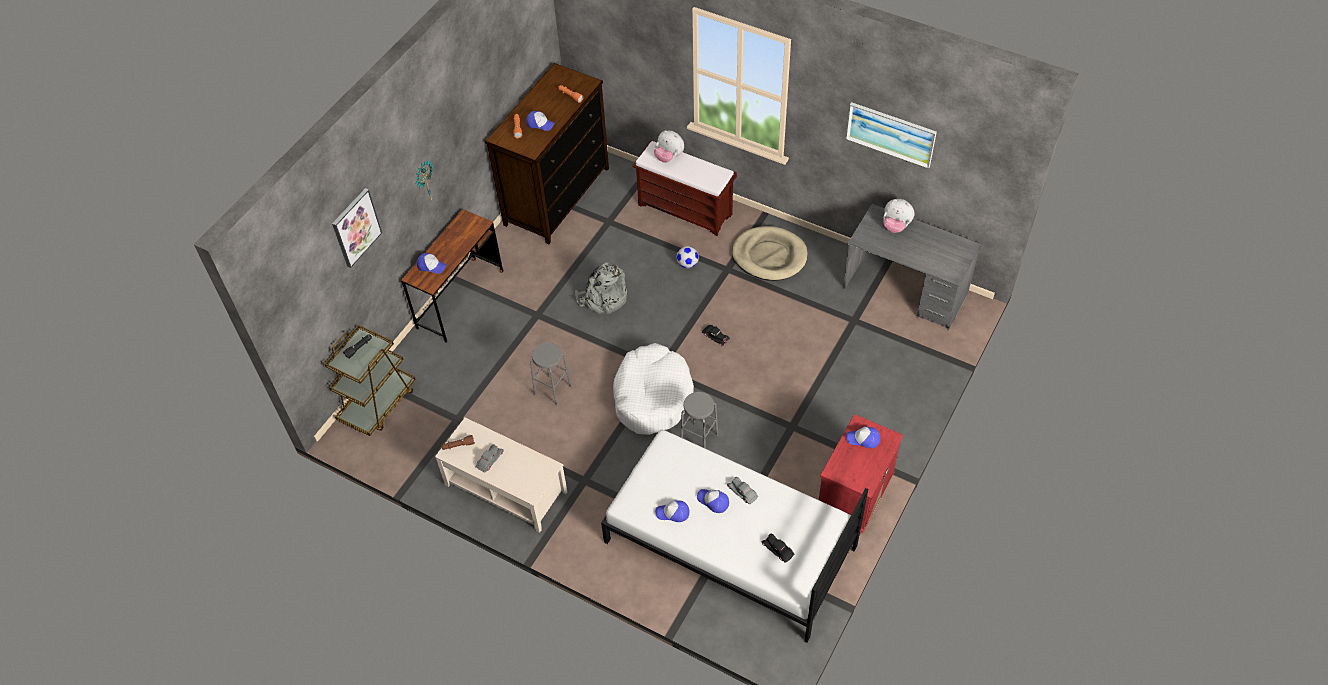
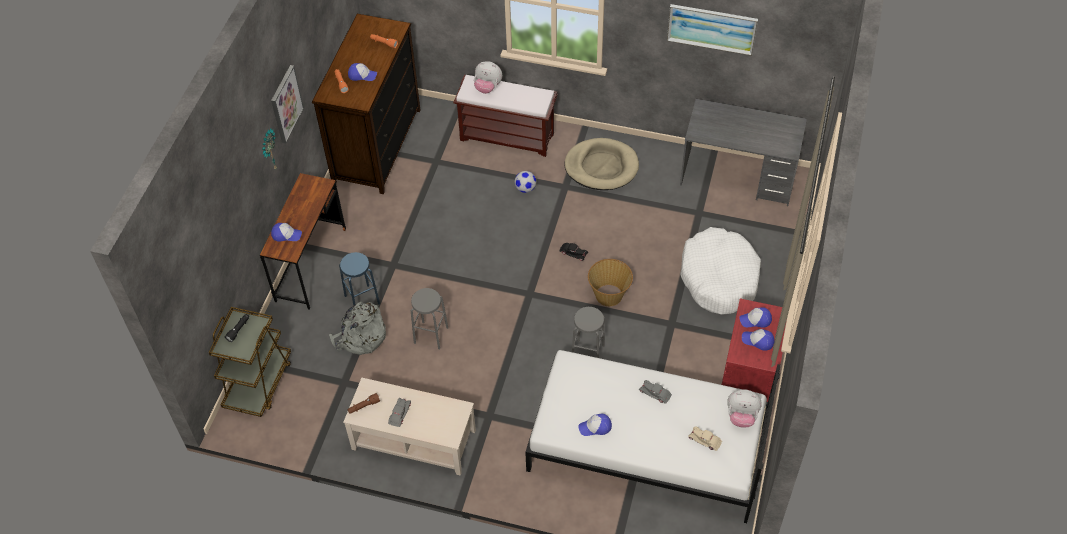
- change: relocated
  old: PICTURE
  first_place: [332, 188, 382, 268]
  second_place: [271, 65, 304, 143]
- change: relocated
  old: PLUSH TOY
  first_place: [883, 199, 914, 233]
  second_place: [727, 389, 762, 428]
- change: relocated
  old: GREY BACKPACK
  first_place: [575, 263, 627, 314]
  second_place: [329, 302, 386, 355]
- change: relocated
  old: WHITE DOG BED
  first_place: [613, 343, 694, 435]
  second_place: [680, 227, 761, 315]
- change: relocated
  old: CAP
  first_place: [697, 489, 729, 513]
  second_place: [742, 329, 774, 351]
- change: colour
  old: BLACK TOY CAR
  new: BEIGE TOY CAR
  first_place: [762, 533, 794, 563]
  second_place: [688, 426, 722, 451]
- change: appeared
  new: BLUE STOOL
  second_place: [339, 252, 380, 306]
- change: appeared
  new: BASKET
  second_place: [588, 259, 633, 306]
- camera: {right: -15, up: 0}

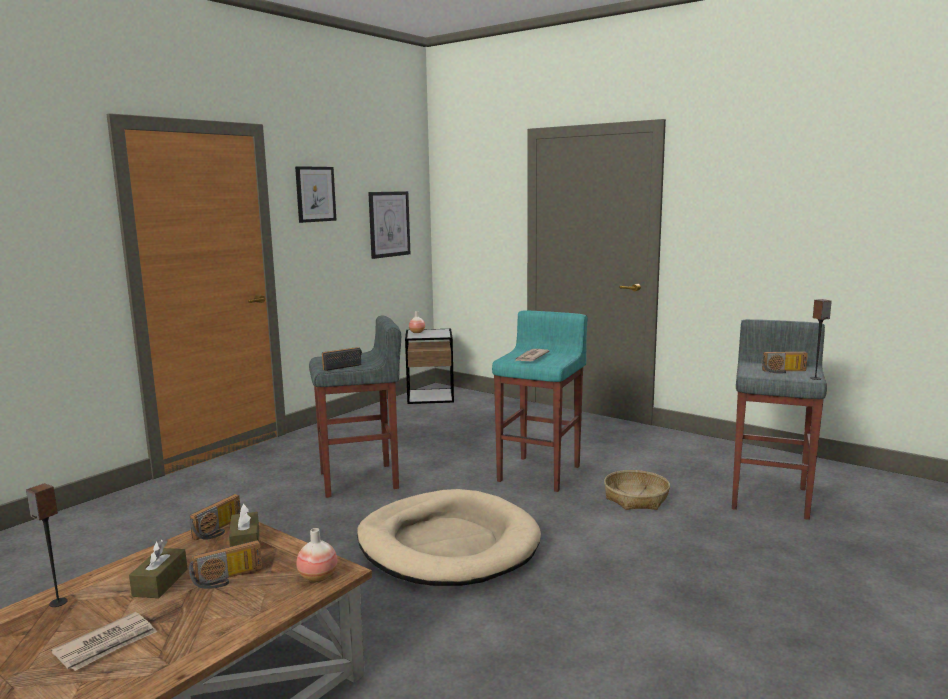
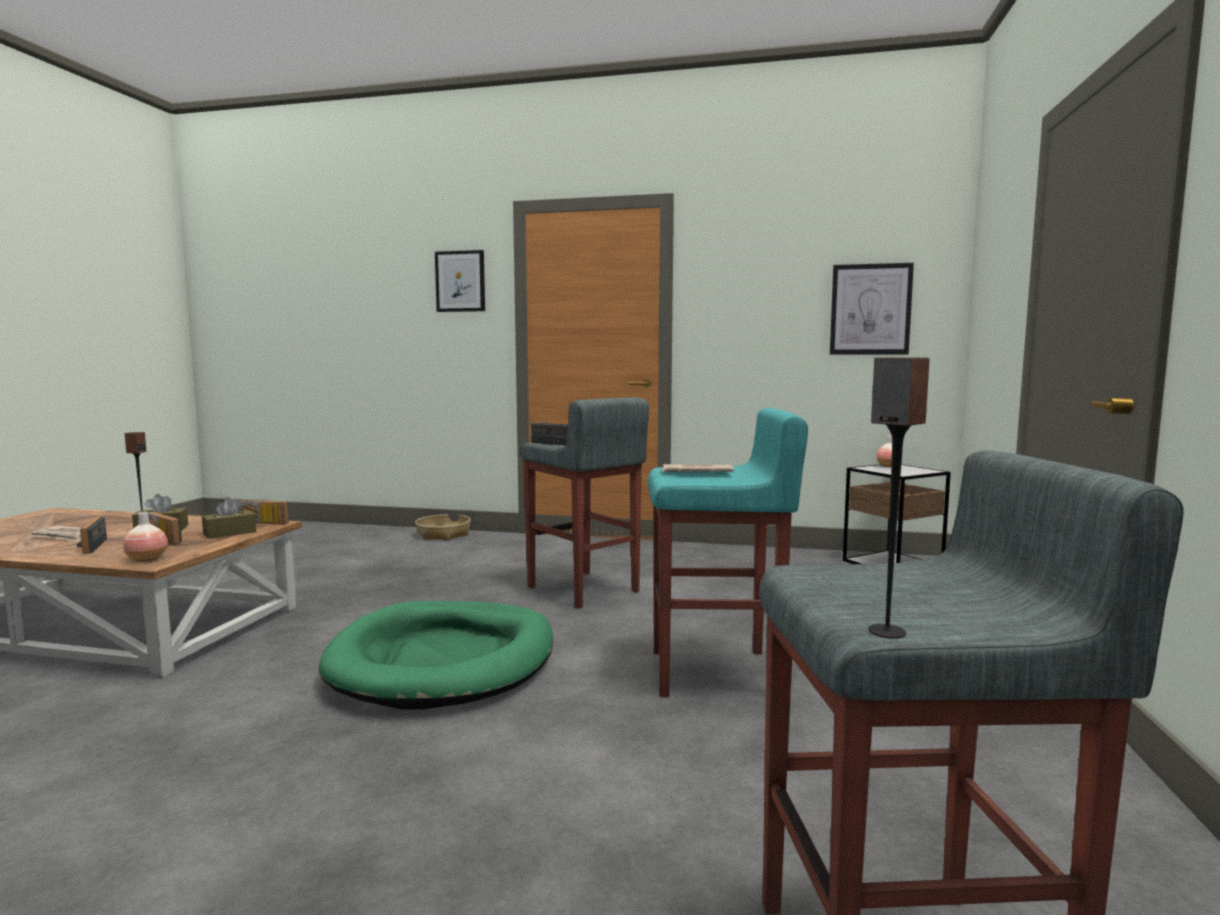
- change: relocated
  old: PICTURE
  first_place: [295, 166, 337, 223]
  second_place: [435, 250, 485, 312]
- change: relocated
  old: RADIO
  first_place: [761, 352, 808, 374]
  second_place: [77, 516, 107, 554]
- change: relocated
  old: BASKET
  first_place: [604, 470, 670, 510]
  second_place: [415, 514, 471, 540]
- change: colour
  old: BEIGE DOG BED
  new: GREEN DOG BED
  first_place: [357, 489, 541, 586]
  second_place: [319, 601, 553, 710]
- camera: {right: 65, up: -5}

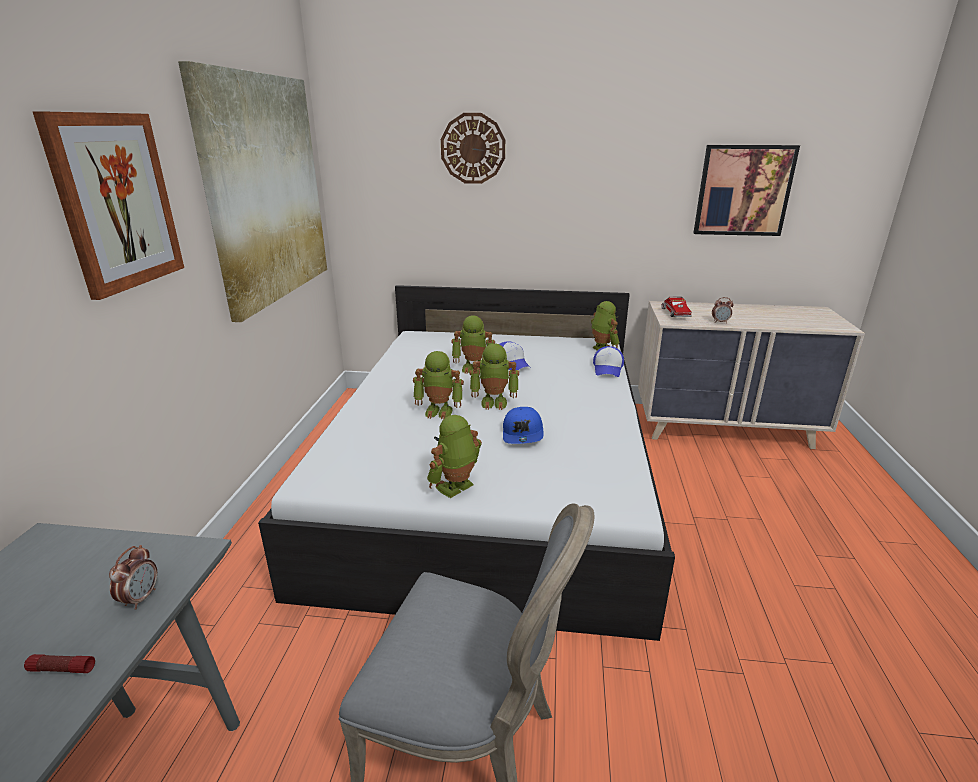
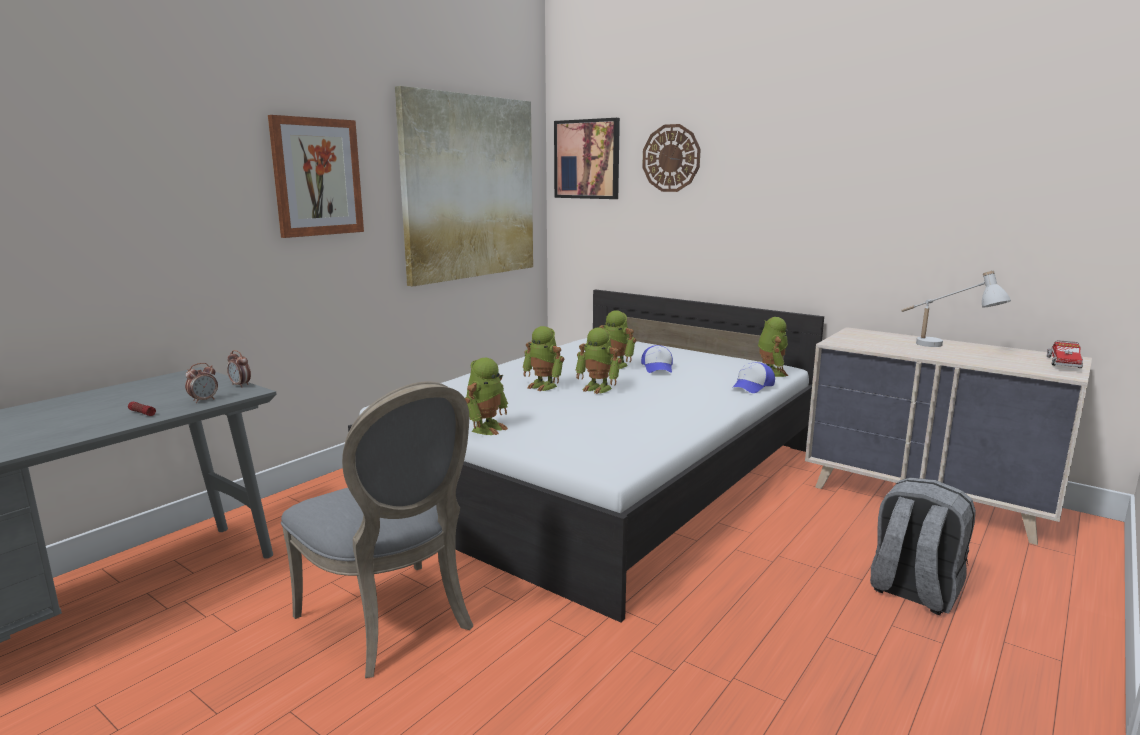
- change: relocated
  old: PICTURE
  first_place: [694, 145, 800, 236]
  second_place: [554, 118, 620, 199]
- change: relocated
  old: TOY TRUCK
  first_place: [661, 296, 692, 317]
  second_place: [1047, 340, 1083, 368]
- change: relocated
  old: ALARM CLOCK
  first_place: [712, 297, 734, 323]
  second_place: [227, 350, 251, 388]
- change: missing
  old: BLUE CAP
  first_place: [503, 407, 544, 444]
- change: spun
  old: TOY ROBOT
  first_place: [427, 415, 482, 498]
  second_place: [465, 358, 508, 435]
  degrees: 135
- change: appeared
  new: WHITE TABLE LAMP
  second_place: [901, 271, 1011, 347]
- change: appeared
  new: GREY BACKPACK
  second_place: [870, 478, 976, 615]
- camera: {right: 30, up: -10}

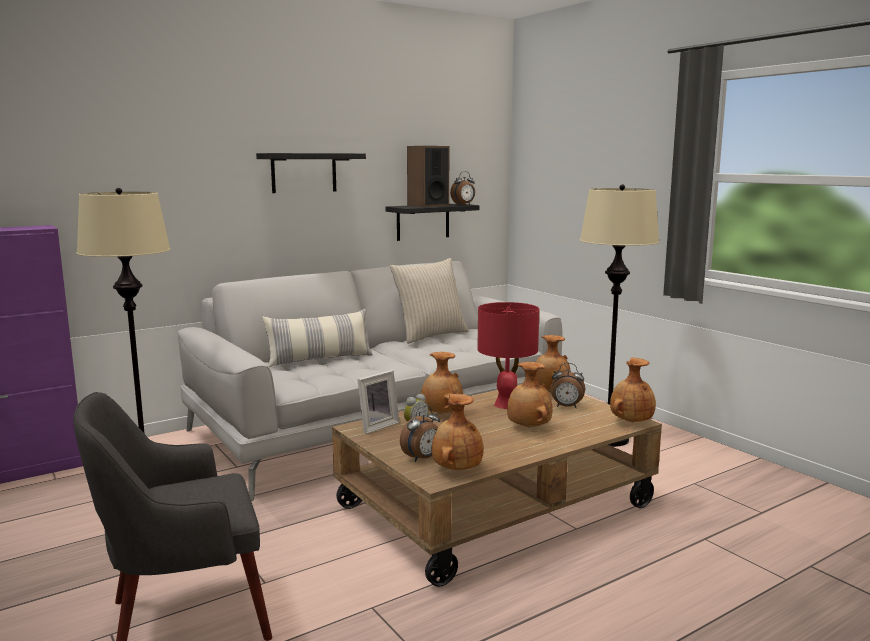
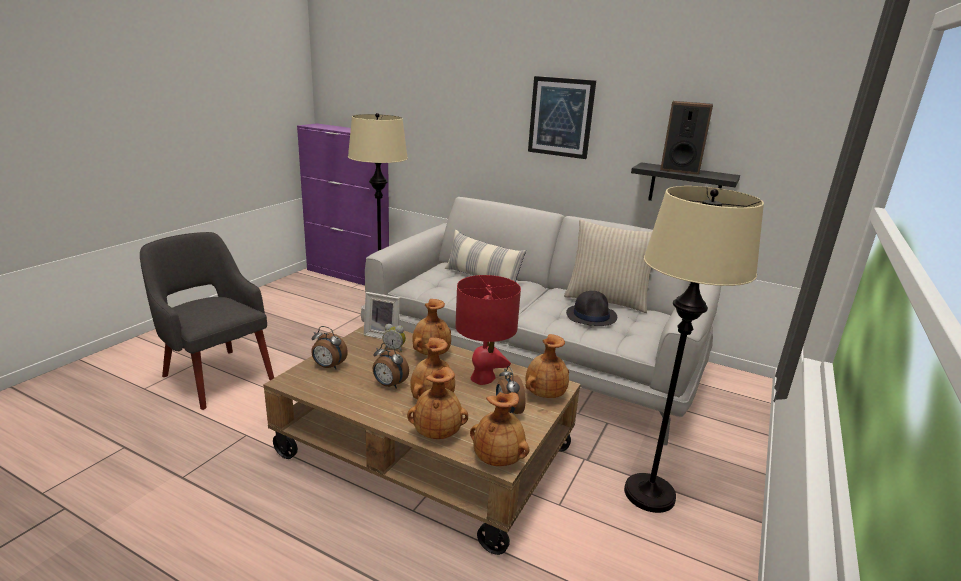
- change: exchanged
  old: BLACK SHELF
  new: PICTURE
  first_place: [256, 153, 366, 193]
  second_place: [528, 76, 596, 159]
- change: relocated
  old: ALARM CLOCK
  first_place: [450, 171, 475, 205]
  second_place: [373, 343, 409, 389]
- change: relocated
  old: BROWN VASE
  first_place: [432, 394, 483, 470]
  second_place: [407, 367, 468, 439]
- change: appeared
  new: BLACK HAT
  second_place: [566, 291, 617, 326]
- camera: {right: 60, up: 10}

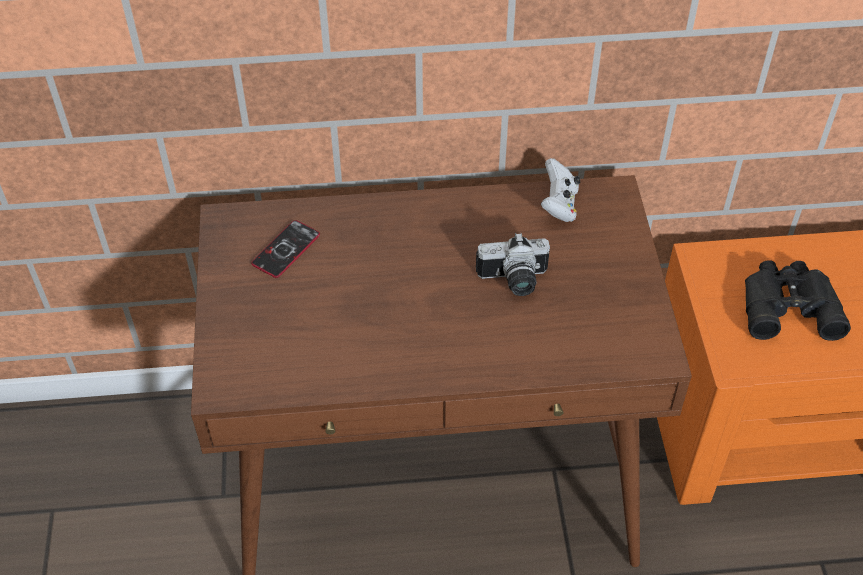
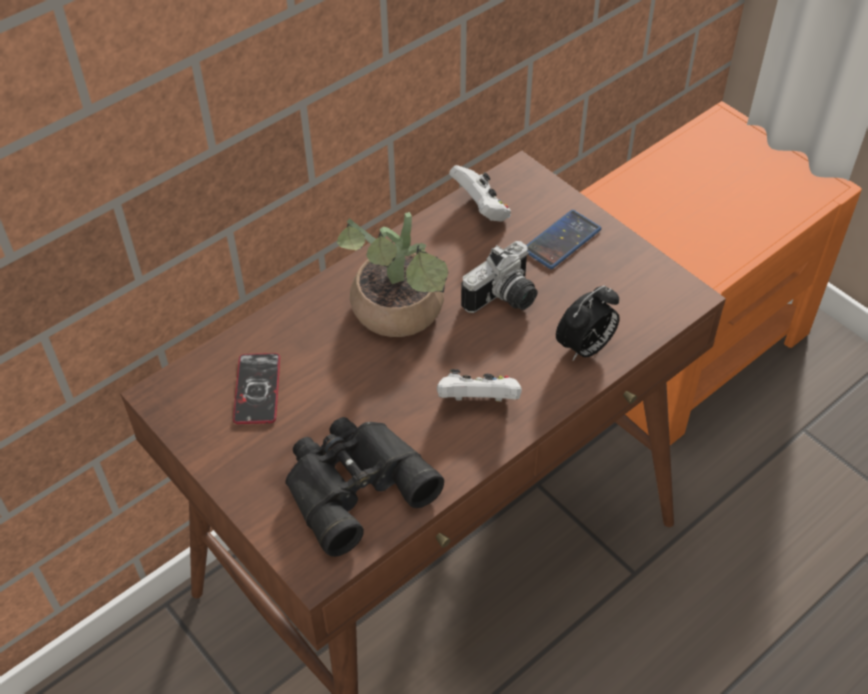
- change: relocated
  old: BLACK BINOCULARS
  first_place: [745, 260, 851, 341]
  second_place: [285, 417, 444, 557]
- change: appeared
  new: PHONE
  second_place: [526, 210, 601, 269]
- change: appeared
  new: POTTED PLANT
  second_place: [337, 212, 449, 337]
- change: appeared
  new: ALARM CLOCK
  second_place: [556, 286, 620, 361]
- change: appeared
  new: WHITE GAME CONTROLLER
  second_place: [437, 369, 522, 402]
- camera: {right: -35, up: 0}

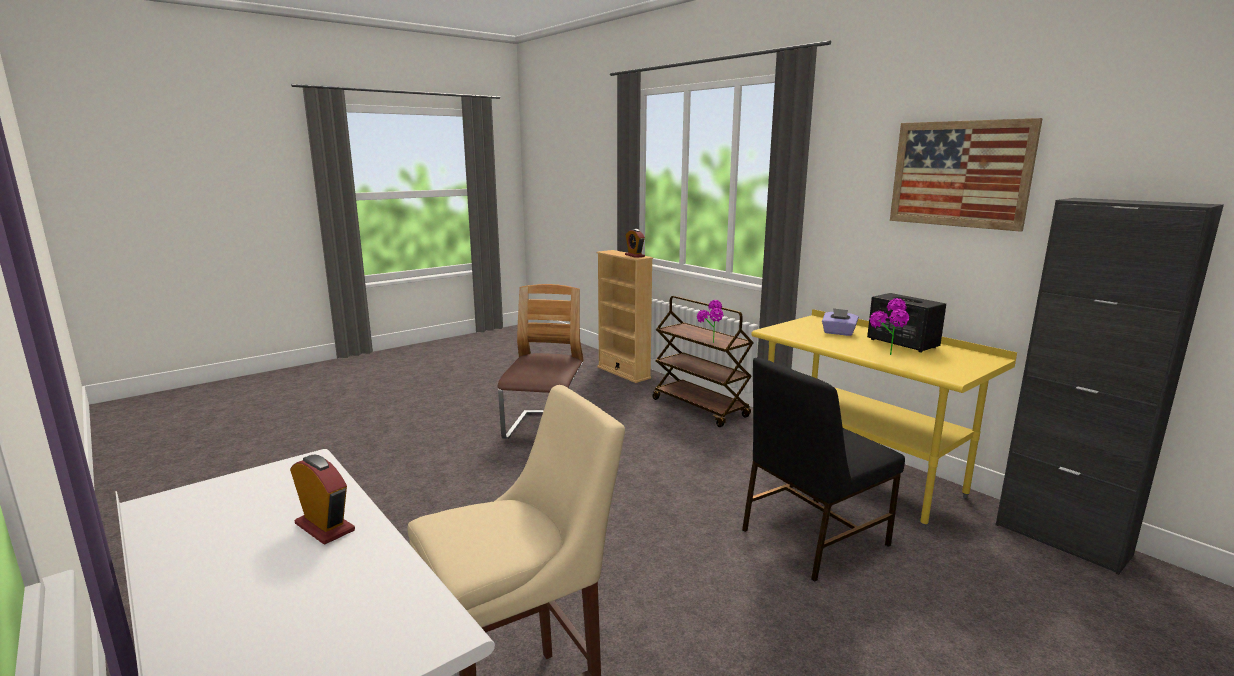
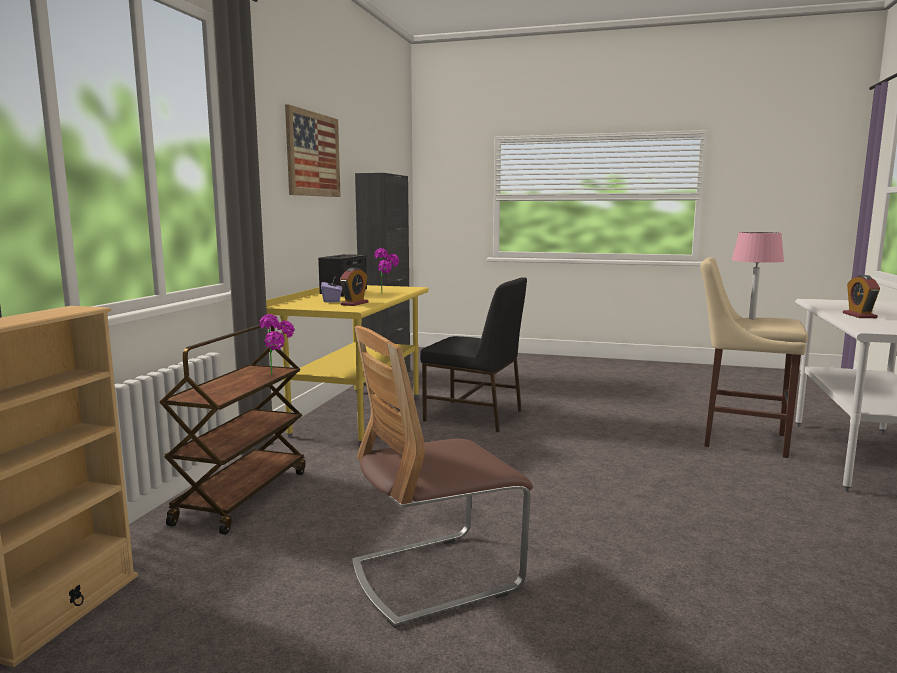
- change: relocated
  old: ALARM CLOCK
  first_place: [625, 229, 645, 258]
  second_place: [340, 268, 369, 306]
- change: appeared
  new: PINK TABLE LAMP
  second_place: [731, 232, 784, 319]
- camera: {right: -125, up: -5}

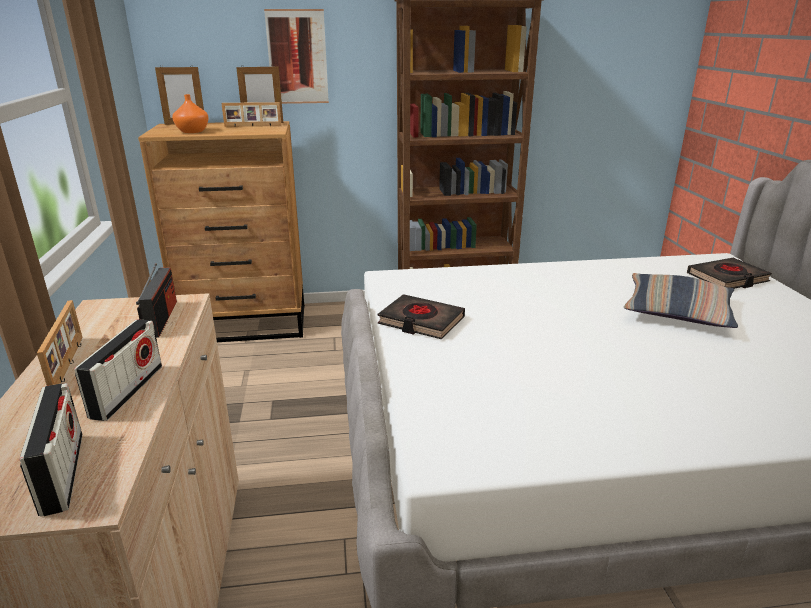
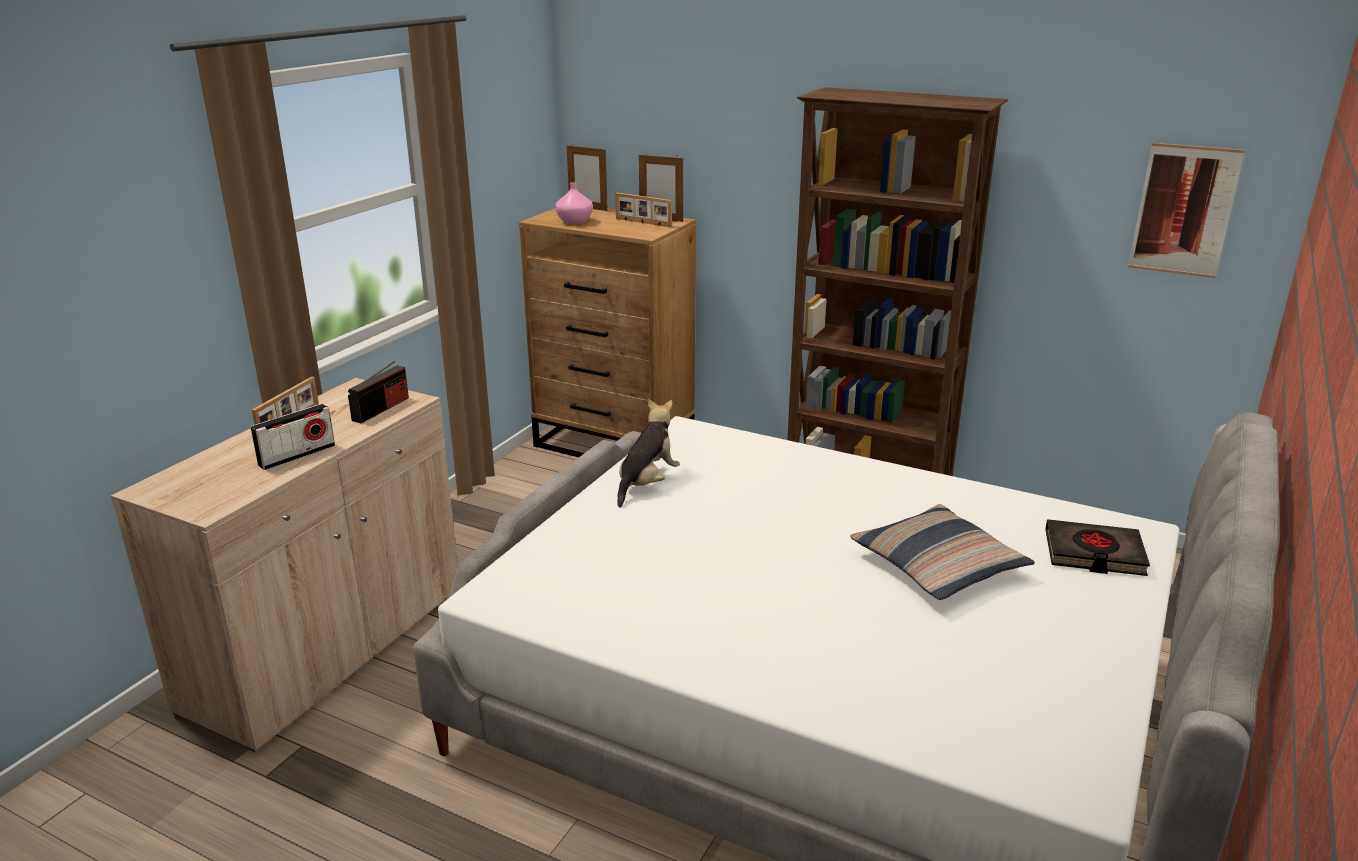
- change: relocated
  old: PICTURE
  first_place: [264, 9, 329, 104]
  second_place: [1128, 143, 1245, 278]
- change: colour
  old: ORANGE VASE
  new: PINK VASE
  first_place: [172, 94, 209, 133]
  second_place: [556, 182, 593, 224]
- change: exchanged
  old: BLACK BOOK
  new: PLUSH TOY
  first_place: [378, 294, 465, 339]
  second_place: [617, 399, 680, 508]
- change: missing
  old: RADIO
  first_place: [19, 383, 83, 517]
- camera: {right: 35, up: 0}

